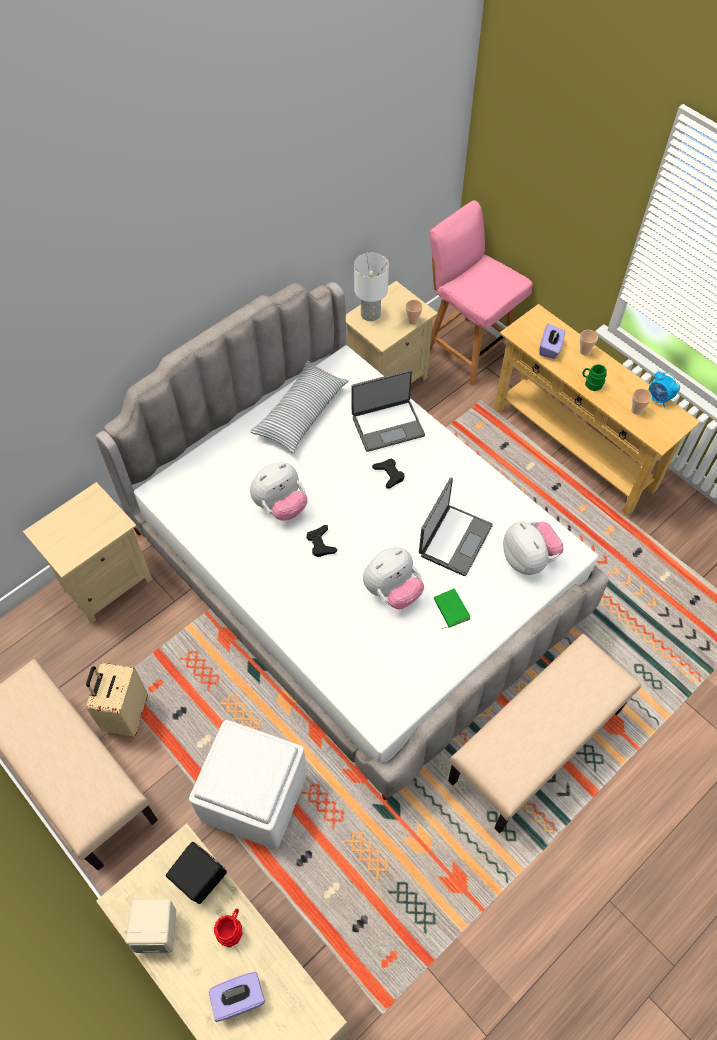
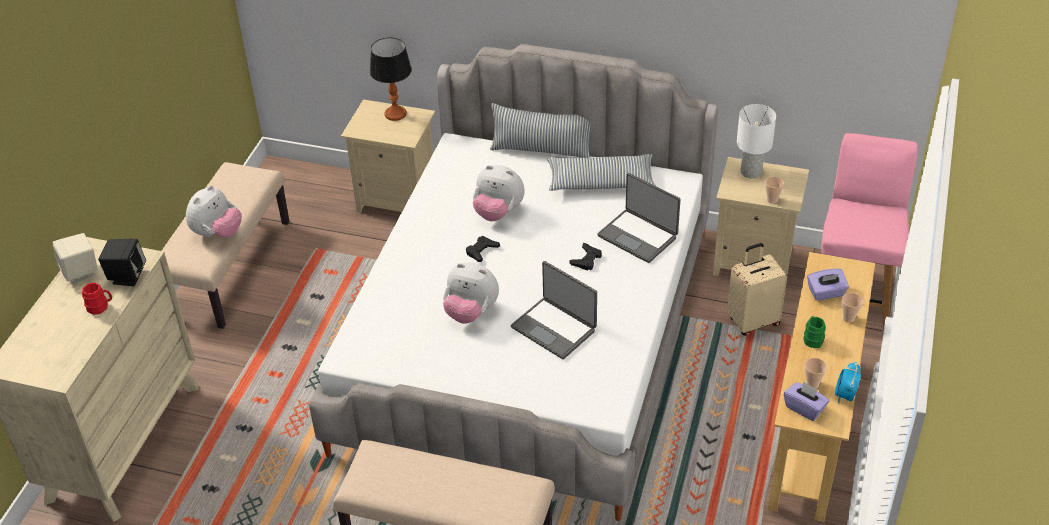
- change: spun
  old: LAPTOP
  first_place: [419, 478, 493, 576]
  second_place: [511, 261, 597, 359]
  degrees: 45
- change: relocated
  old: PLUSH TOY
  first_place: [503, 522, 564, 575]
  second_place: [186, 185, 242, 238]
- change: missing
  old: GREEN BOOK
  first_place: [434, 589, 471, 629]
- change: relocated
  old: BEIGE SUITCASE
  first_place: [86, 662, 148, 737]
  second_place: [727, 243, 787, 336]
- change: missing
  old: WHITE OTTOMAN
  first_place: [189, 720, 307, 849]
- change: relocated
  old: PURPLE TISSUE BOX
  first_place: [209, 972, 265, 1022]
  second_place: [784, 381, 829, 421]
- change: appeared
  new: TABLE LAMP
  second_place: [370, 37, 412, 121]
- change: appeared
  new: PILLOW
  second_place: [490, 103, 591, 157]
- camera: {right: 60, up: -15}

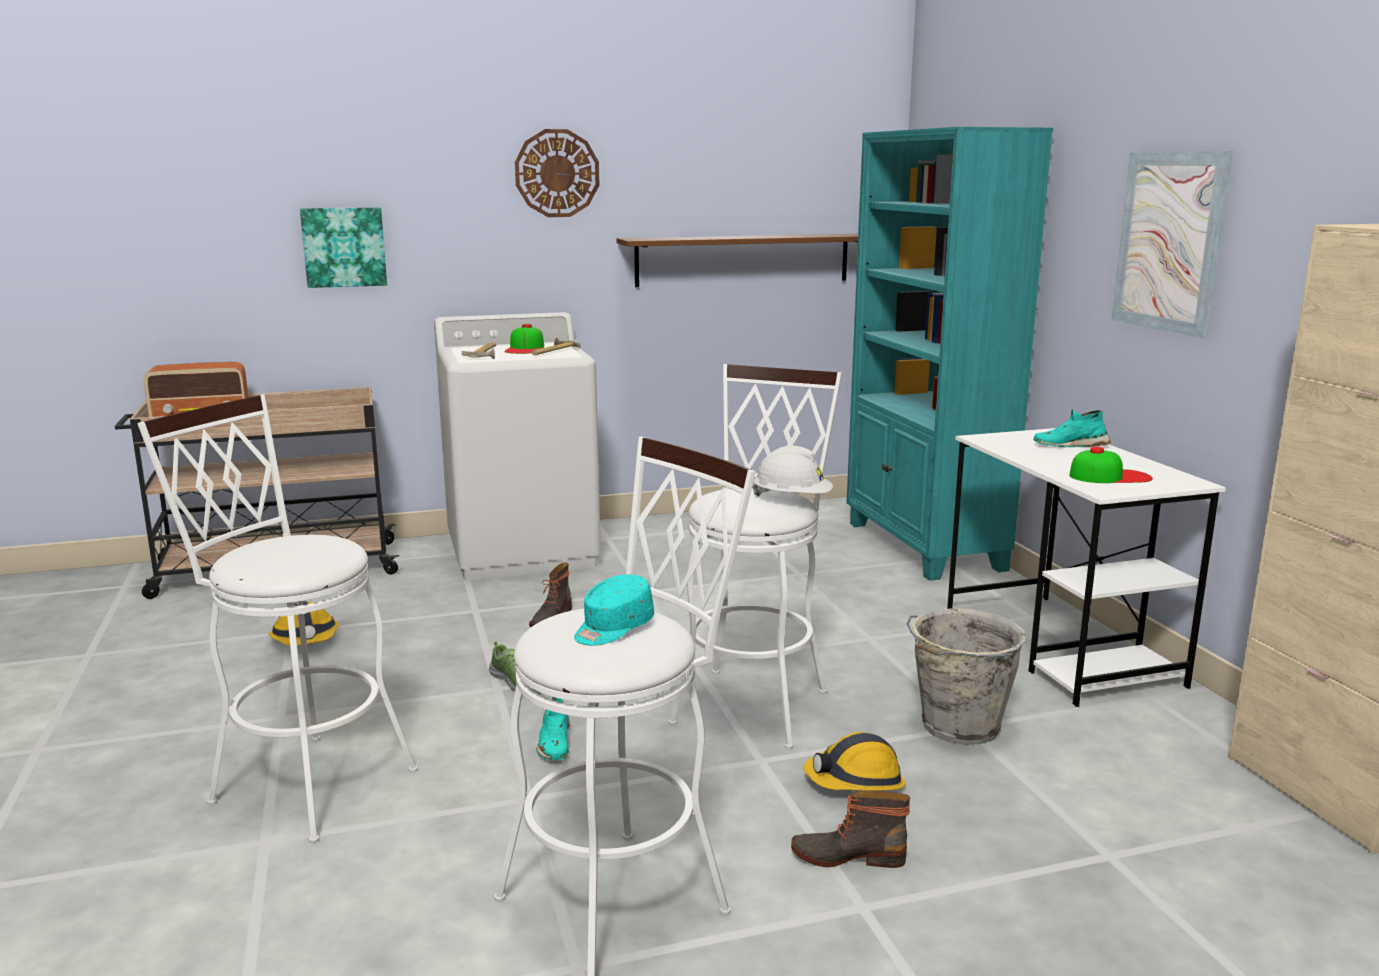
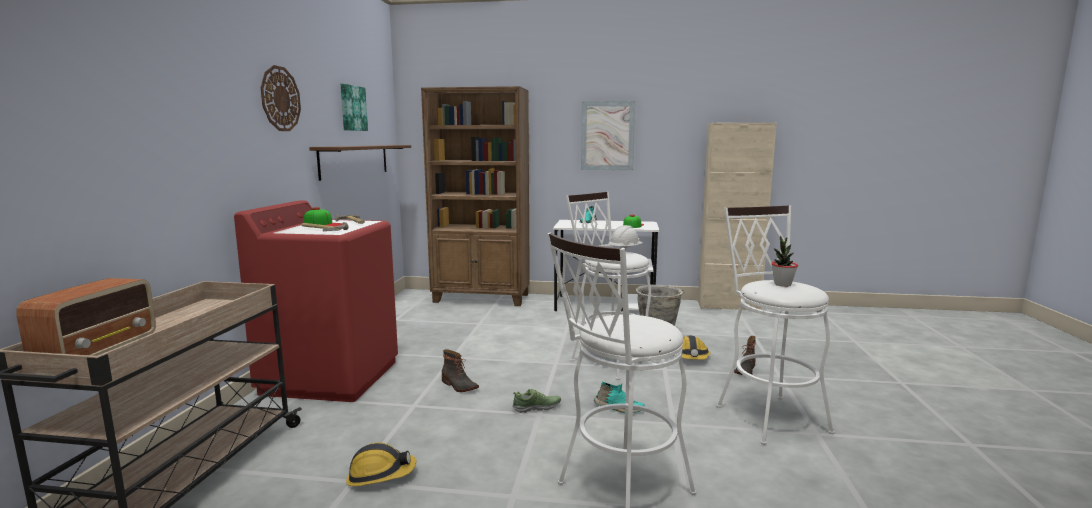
- change: colour
  old: TURQUOISE BOOKCASE
  new: BROWN BOOKCASE
  first_place: [847, 127, 1053, 581]
  second_place: [421, 86, 530, 306]
- change: relocated
  old: PICTURE
  first_place: [300, 207, 387, 288]
  second_place: [341, 84, 368, 131]
- change: colour
  old: WHITE WASHING MACHINE
  new: RED WASHING MACHINE
  first_place: [434, 312, 601, 580]
  second_place: [234, 200, 398, 402]
- change: exchanged
  old: TURQUOISE CAP
  new: POTTED PLANT
  first_place: [574, 574, 654, 646]
  second_place: [771, 236, 798, 287]
- camera: {right: -65, up: -5}

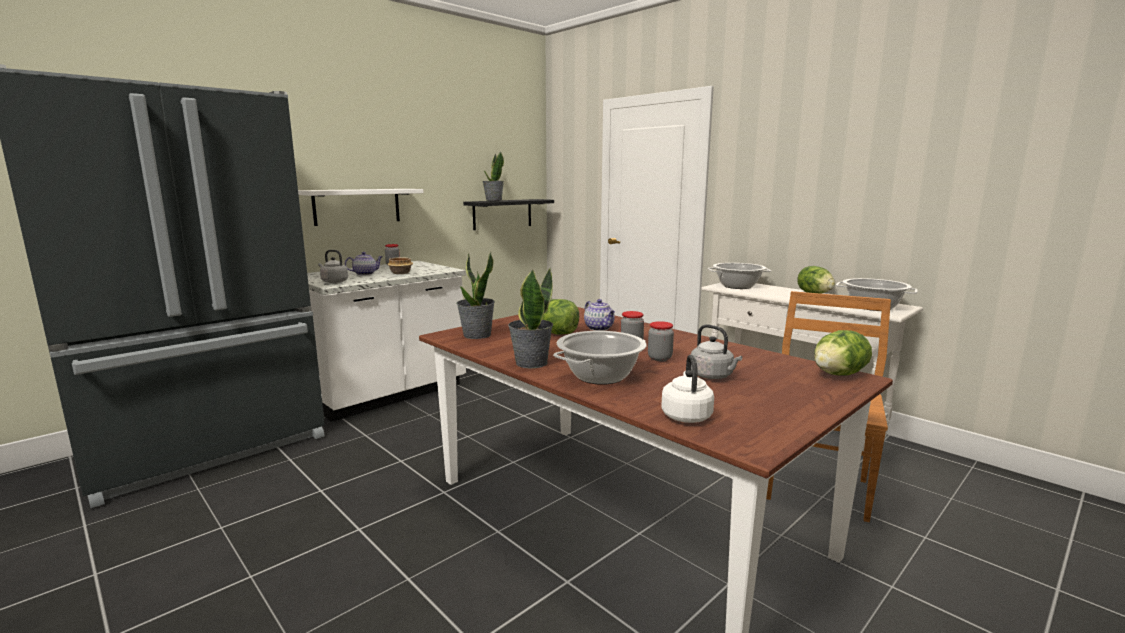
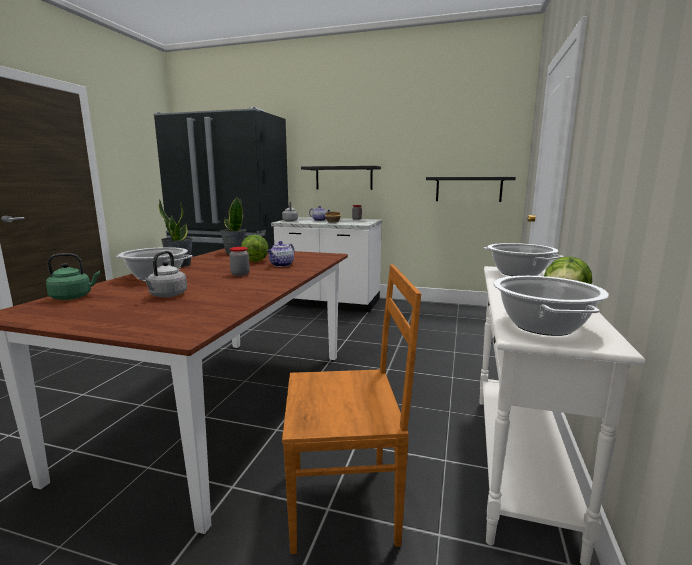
- change: missing
  old: POTTED PLANT
  first_place: [483, 152, 504, 201]
- change: colour
  old: WHITE SHELF
  new: BLACK SHELF
  first_place: [298, 189, 424, 226]
  second_place: [301, 166, 381, 190]
- change: missing
  old: JAR
  first_place: [648, 321, 674, 361]
- change: missing
  old: LETTUCE
  first_place: [814, 330, 872, 376]
- change: colour
  old: WHITE KETTLE
  new: GREEN KETTLE
  first_place: [661, 355, 714, 423]
  second_place: [46, 253, 100, 300]
- camera: {right: 60, up: 0}

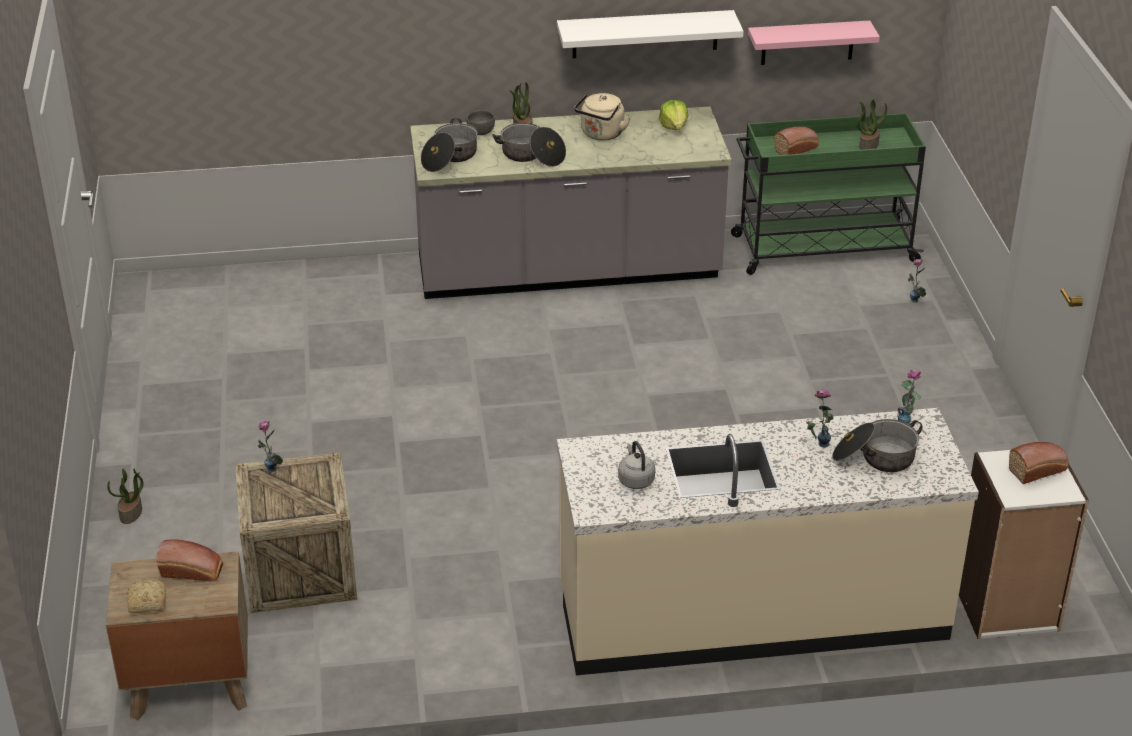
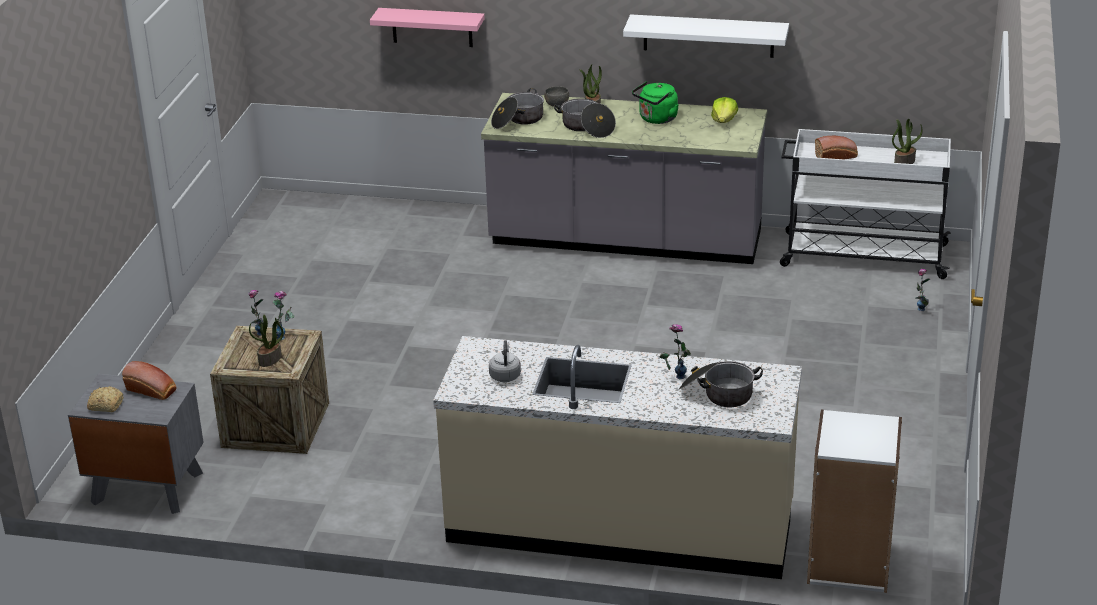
- change: relocated
  old: PINK SHELF
  first_place: [748, 20, 880, 65]
  second_place: [370, 8, 485, 47]
- change: colour
  old: BEIGE KETTLE
  new: GREEN KETTLE
  first_place: [574, 93, 631, 141]
  second_place: [632, 81, 679, 124]
- change: colour
  old: GREEN CART
  new: WHITE CART
  first_place: [731, 113, 926, 275]
  second_place: [780, 129, 951, 279]
- change: relocated
  old: VASE
  first_place: [898, 369, 921, 424]
  second_place: [272, 291, 294, 340]
- change: missing
  old: BREAD
  first_place: [1009, 442, 1068, 484]
- change: relocated
  old: POTTED PLANT
  first_place: [107, 469, 144, 524]
  second_place: [249, 315, 284, 367]
- change: colour
  old: BROWN NIGHTSTAND
  new: GREY NIGHTSTAND
  first_place: [106, 551, 248, 720]
  second_place: [68, 374, 204, 514]
- camera: {right: 20, up: -5}

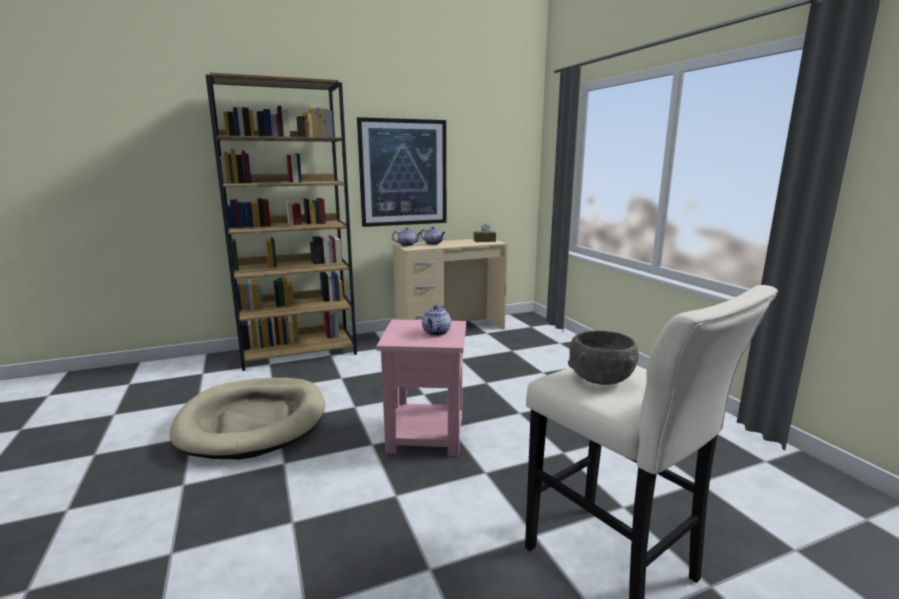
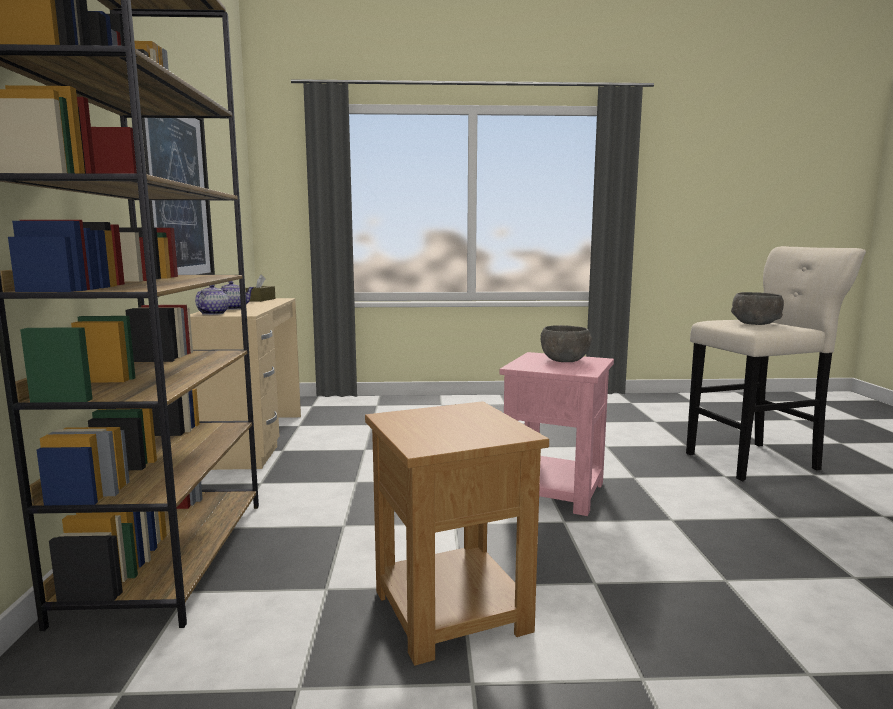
- change: exchanged
  old: TEAPOT
  new: GREY BOWL
  first_place: [422, 305, 451, 336]
  second_place: [541, 325, 592, 362]
- change: exchanged
  old: BEIGE DOG BED
  new: BROWN SIDE TABLE
  first_place: [169, 378, 325, 459]
  second_place: [365, 401, 549, 666]
- camera: {right: -70, up: -5}

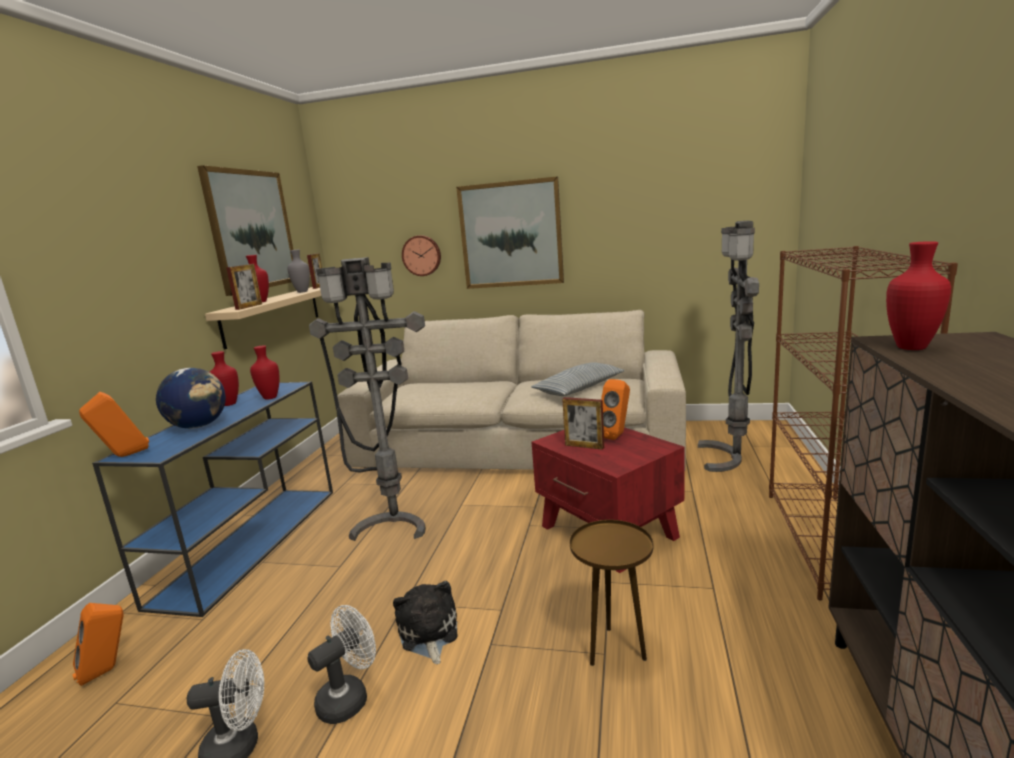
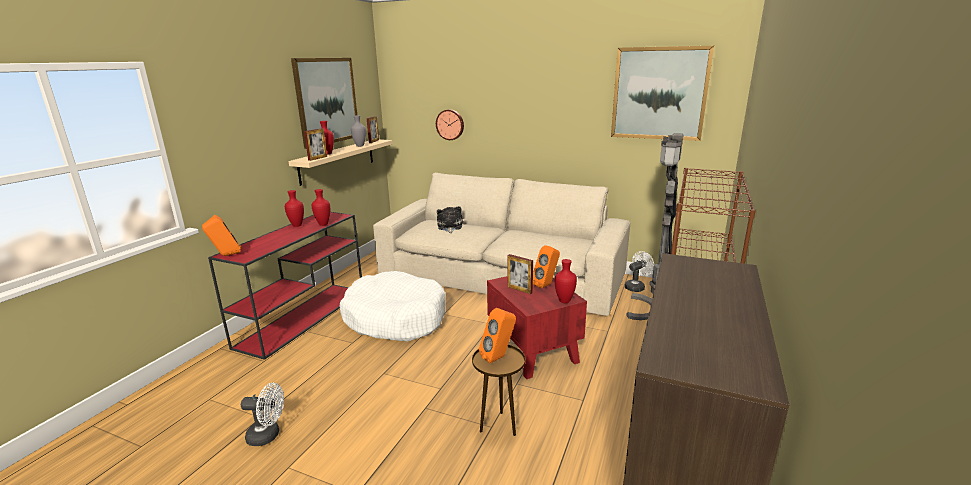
- change: relocated
  old: PICTURE
  first_place: [456, 176, 564, 289]
  second_place: [611, 46, 714, 141]
- change: relocated
  old: RED VASE
  first_place: [886, 241, 951, 350]
  second_place: [555, 259, 577, 303]
- change: exchanged
  old: GREY FLOOR LAMP
  new: WHITE DOG BED
  first_place: [309, 257, 425, 541]
  second_place: [340, 271, 446, 341]
- change: missing
  old: PILLOW
  first_place: [531, 362, 625, 396]
- change: missing
  old: GLOBE
  first_place: [156, 368, 226, 429]
- change: colour
  old: BLUE CONSOLE TABLE
  new: RED CONSOLE TABLE
  first_place: [92, 382, 333, 617]
  second_place: [208, 212, 362, 360]
- change: relocated
  old: PLUSH TOY
  first_place: [393, 581, 457, 664]
  second_place: [437, 206, 463, 233]
- change: relocated
  old: ORANGE SPEAKER
  first_place: [72, 603, 124, 686]
  second_place: [479, 308, 516, 364]
- change: relocated
  old: WHITE FAN
  first_place: [307, 605, 376, 724]
  second_place: [625, 251, 654, 292]
- camera: {right: 10, up: 5}

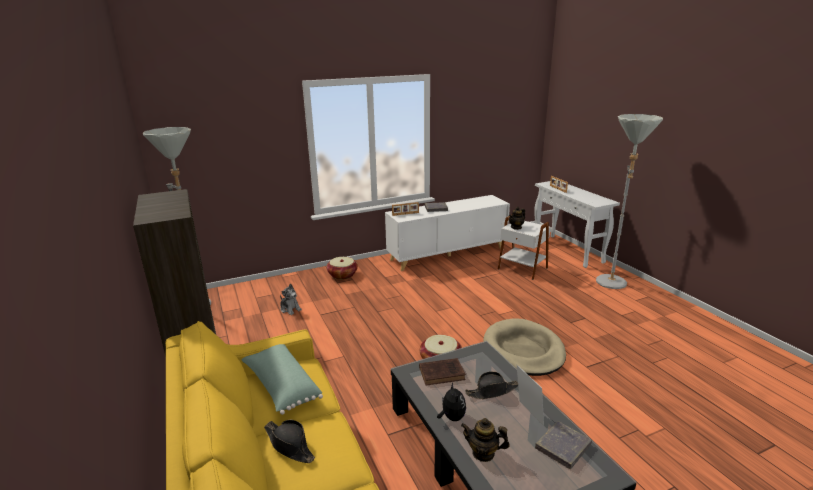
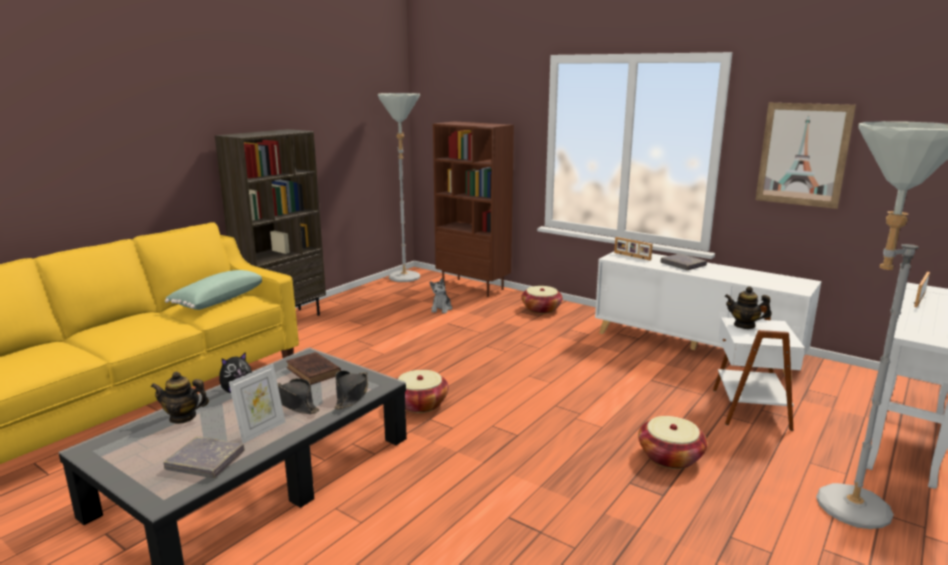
- change: missing
  old: BEIGE DOG BED
  first_place: [483, 318, 566, 376]
- change: spun
  old: TEAPOT
  first_place: [461, 418, 510, 462]
  second_place: [151, 372, 209, 424]
  degrees: -75
- change: relocated
  old: BLACK HAT
  first_place: [264, 420, 315, 463]
  second_place: [334, 370, 368, 409]
- change: appeared
  new: PICTURE
  second_place: [755, 103, 856, 209]
- change: appeared
  new: BROWN BOOKCASE
  second_place: [433, 122, 514, 297]
- change: appeared
  new: BASKET
  second_place: [638, 416, 707, 469]
- camera: {right: 60, up: -5}

